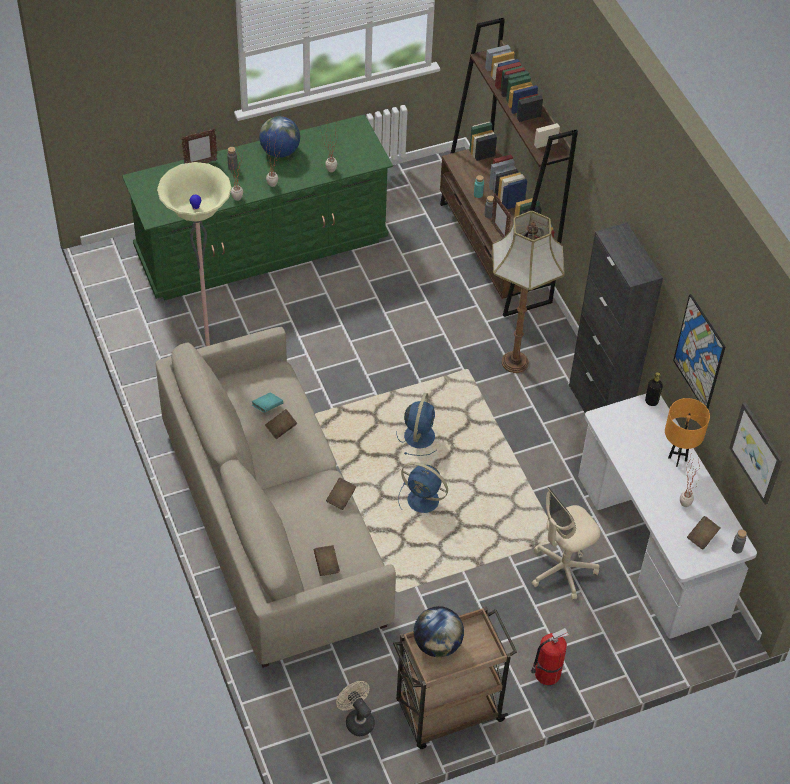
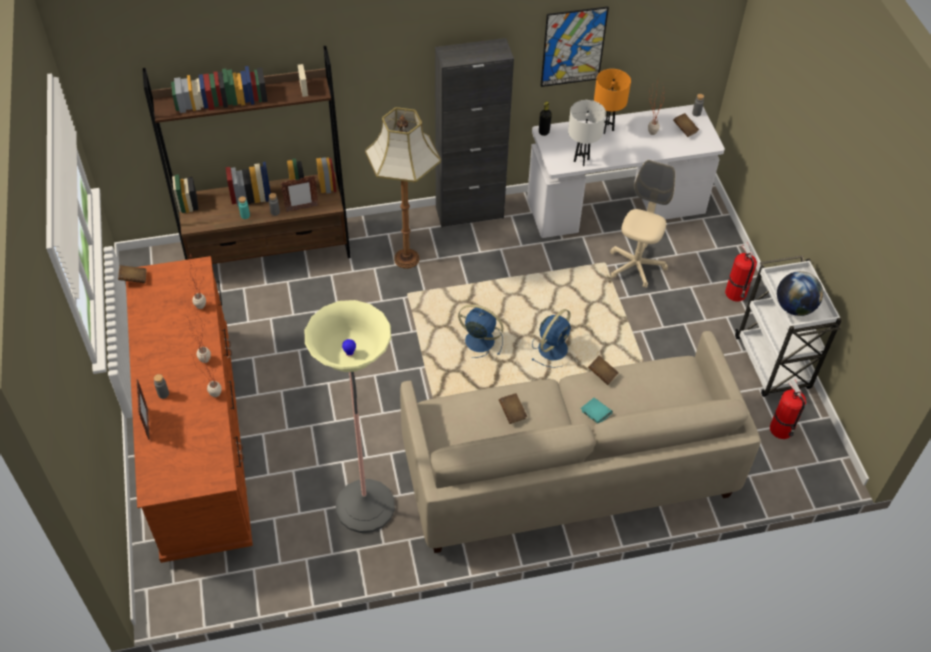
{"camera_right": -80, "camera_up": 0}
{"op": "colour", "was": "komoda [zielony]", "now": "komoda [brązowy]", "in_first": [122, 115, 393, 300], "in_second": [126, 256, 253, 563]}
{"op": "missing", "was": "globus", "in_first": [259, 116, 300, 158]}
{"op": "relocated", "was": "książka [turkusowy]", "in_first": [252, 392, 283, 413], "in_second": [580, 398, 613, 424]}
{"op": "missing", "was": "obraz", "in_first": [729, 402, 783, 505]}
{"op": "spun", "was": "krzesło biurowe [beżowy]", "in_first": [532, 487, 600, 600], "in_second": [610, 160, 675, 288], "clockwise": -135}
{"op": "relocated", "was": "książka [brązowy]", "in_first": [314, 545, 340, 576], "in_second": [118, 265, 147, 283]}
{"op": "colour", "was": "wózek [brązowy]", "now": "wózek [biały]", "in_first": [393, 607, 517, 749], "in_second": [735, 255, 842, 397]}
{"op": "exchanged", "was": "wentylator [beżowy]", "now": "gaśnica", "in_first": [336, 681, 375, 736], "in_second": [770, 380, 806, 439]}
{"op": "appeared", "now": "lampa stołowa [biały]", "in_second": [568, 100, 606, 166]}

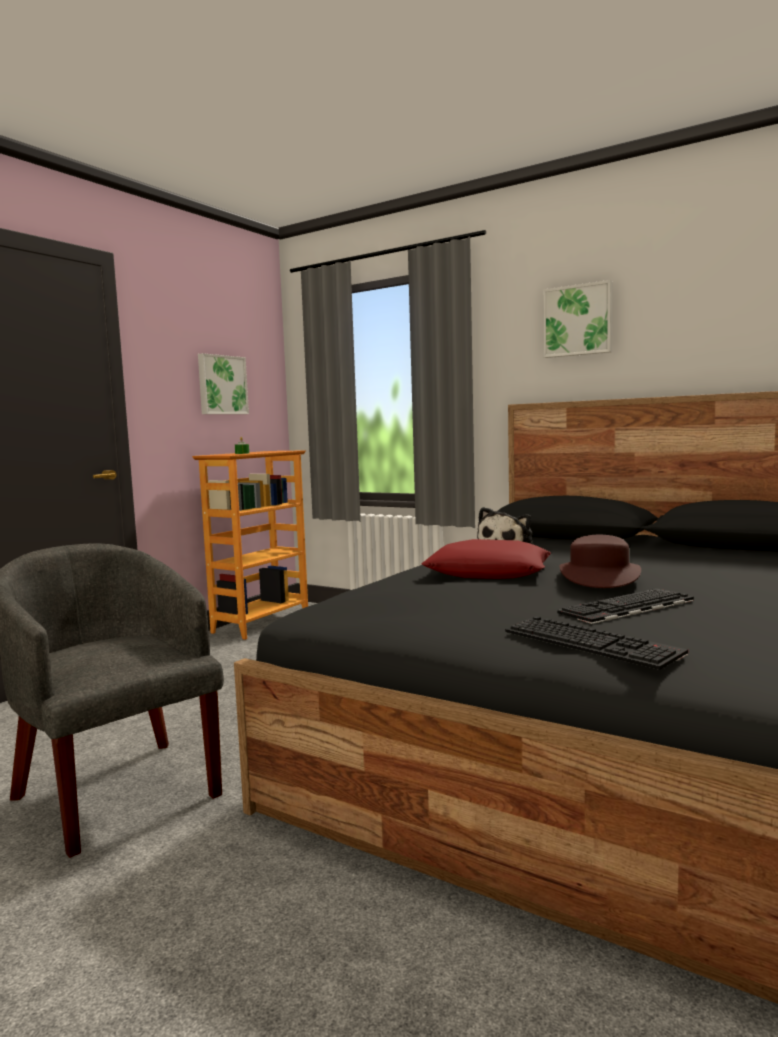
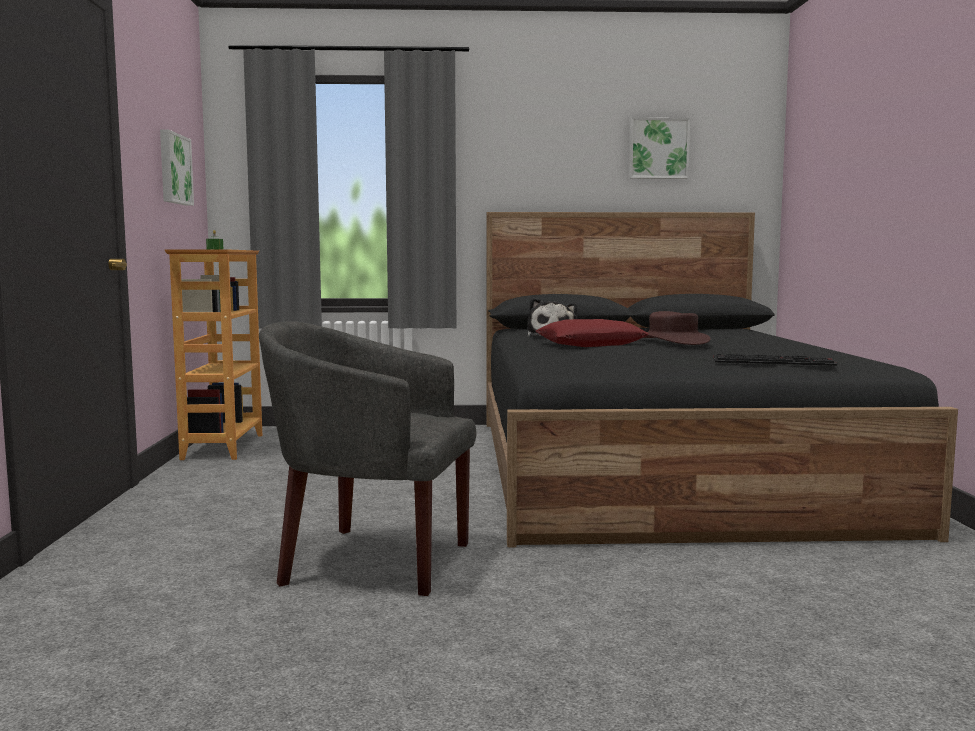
{"camera_right": -35, "camera_up": 0}
{"op": "relocated", "was": "obraz", "in_first": [543, 280, 613, 358], "in_second": [629, 117, 690, 179]}
{"op": "missing", "was": "klawiatura", "in_first": [557, 589, 694, 624]}

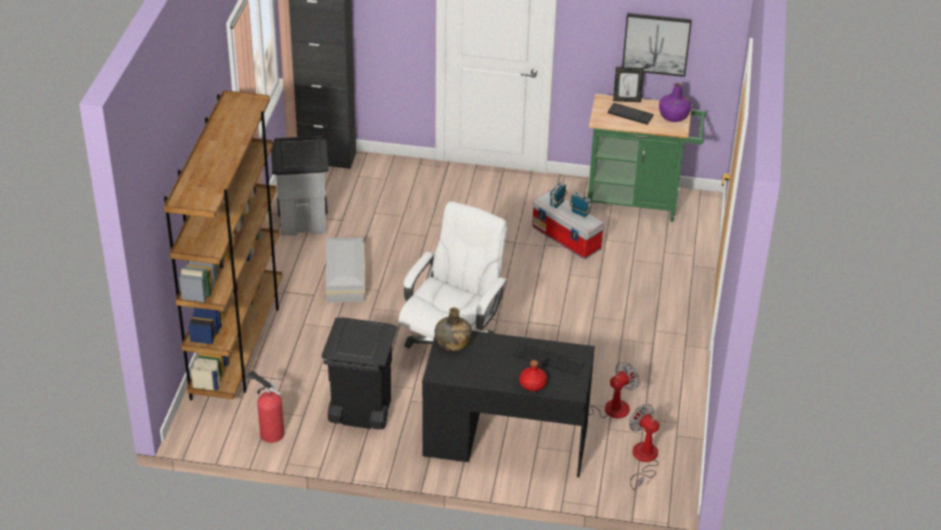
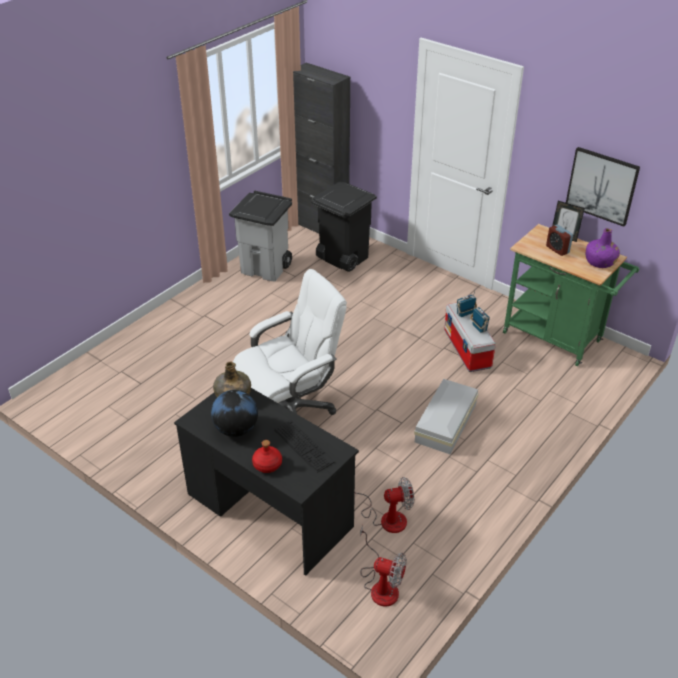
{"camera_right": 30, "camera_up": 0}
{"op": "missing", "was": "regał [brązowy]", "in_first": [163, 90, 283, 400]}
{"op": "exchanged", "was": "klawiatura", "now": "budzik", "in_first": [607, 103, 654, 125], "in_second": [546, 225, 573, 256]}
{"op": "relocated", "was": "pojemnik do przechowywania [biały]", "in_first": [326, 237, 365, 303], "in_second": [414, 379, 479, 454]}
{"op": "relocated", "was": "kosz na śmieci [czarny]", "in_first": [321, 317, 397, 429], "in_second": [311, 181, 377, 272]}
{"op": "missing", "was": "gaśnica", "in_first": [246, 370, 284, 443]}
{"op": "spun", "was": "wentylator", "in_first": [629, 404, 659, 491], "in_second": [360, 525, 407, 607], "clockwise": 120}
{"op": "appeared", "now": "globus", "in_second": [211, 390, 258, 437]}

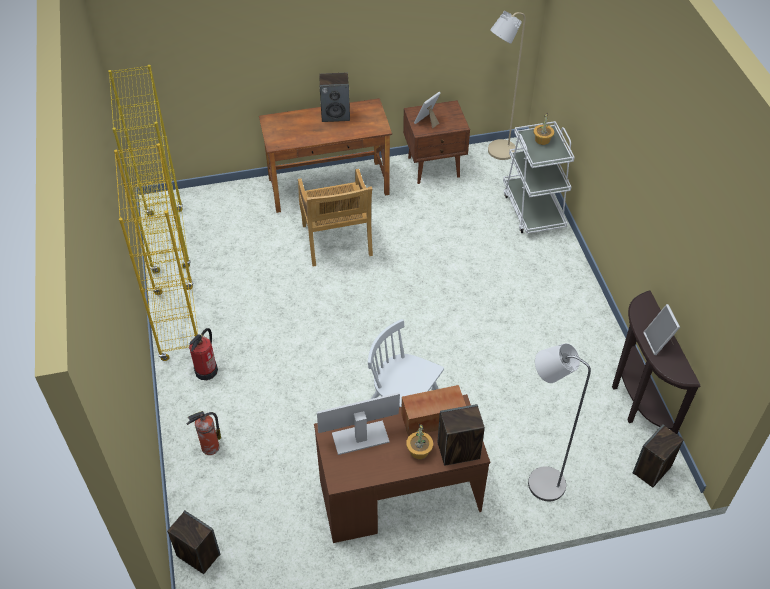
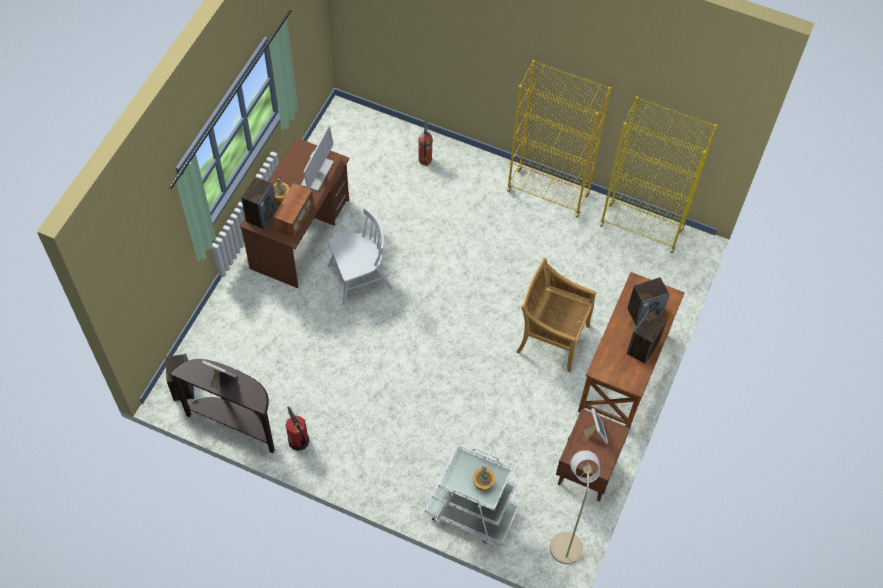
{"camera_right": 125, "camera_up": 10}
{"op": "relocated", "was": "gaśnica", "in_first": [189, 328, 218, 380], "in_second": [286, 406, 309, 451]}
{"op": "missing", "was": "lampa stojąca [szary]", "in_first": [528, 343, 591, 501]}
{"op": "relocated", "was": "głośnik", "in_first": [167, 510, 220, 574], "in_second": [627, 277, 670, 325]}

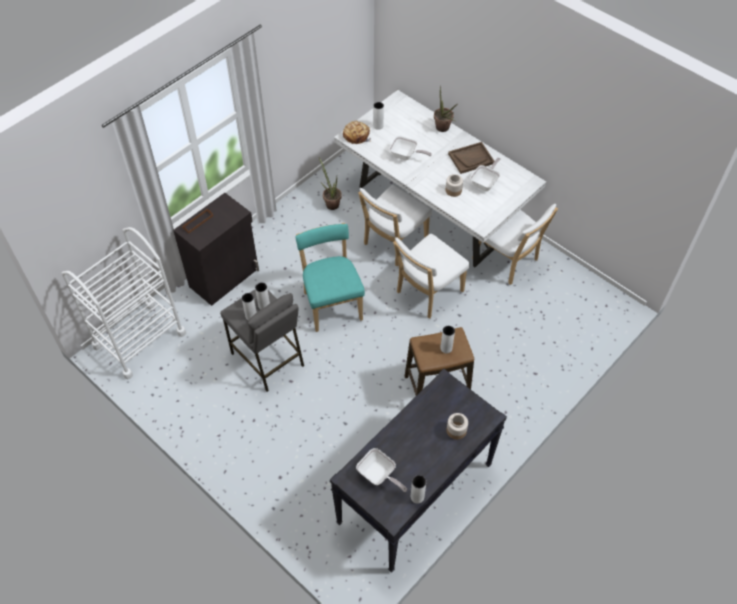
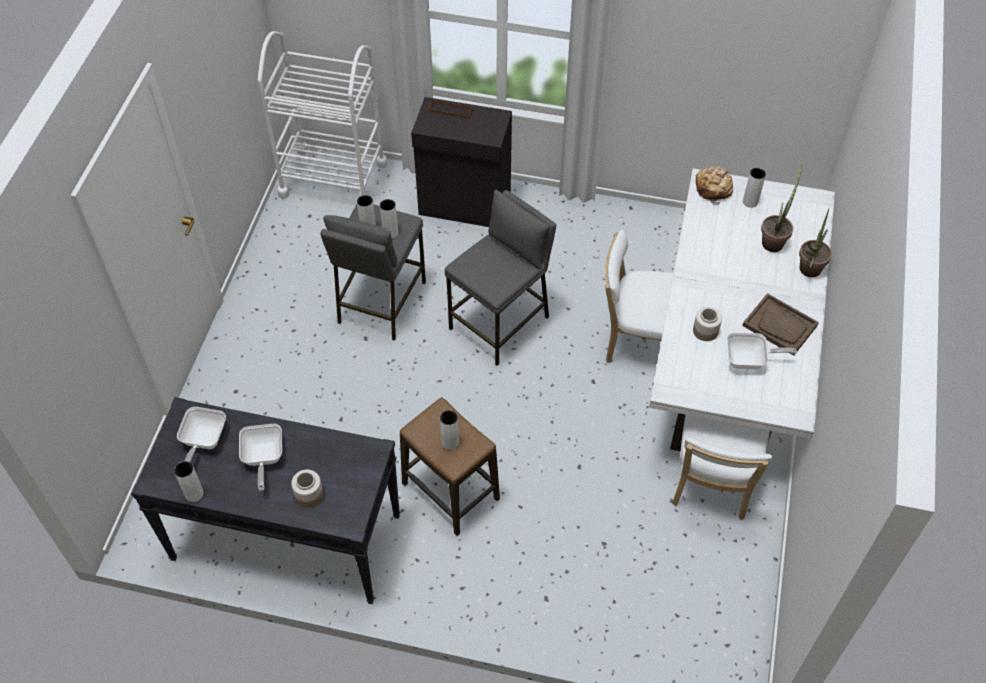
{"camera_right": 60, "camera_up": 0}
{"op": "relocated", "was": "patelnia", "in_first": [389, 136, 432, 160], "in_second": [239, 424, 282, 491]}
{"op": "relocated", "was": "roślina doniczkowa", "in_first": [319, 158, 342, 210], "in_second": [761, 165, 802, 252]}
{"op": "exchanged", "was": "krzesło [turkusowy]", "now": "stołek [szary]", "in_first": [295, 223, 365, 332], "in_second": [445, 190, 556, 366]}
{"op": "missing", "was": "krzesło [biały]", "in_first": [393, 234, 470, 318]}

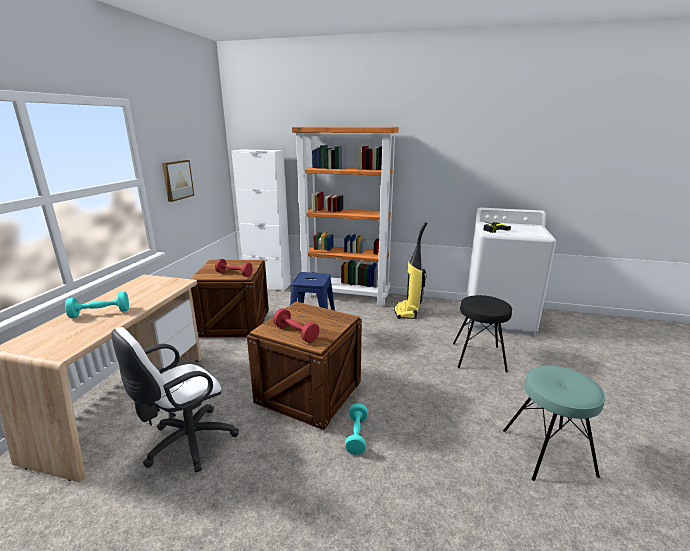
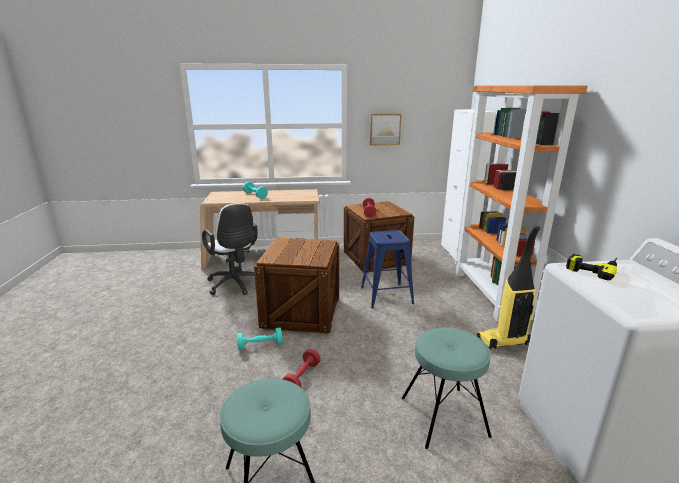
{"camera_right": 70, "camera_up": 0}
{"op": "colour", "was": "stołek [czarny]", "now": "stołek [turkusowy]", "in_first": [453, 295, 512, 372], "in_second": [402, 327, 492, 449]}
{"op": "relocated", "was": "hantel [czerwony]", "in_first": [273, 308, 320, 343], "in_second": [283, 349, 321, 387]}
{"op": "spun", "was": "krzesło biurowe [biały]", "in_first": [111, 327, 239, 473], "in_second": [202, 203, 257, 295], "clockwise": -150}

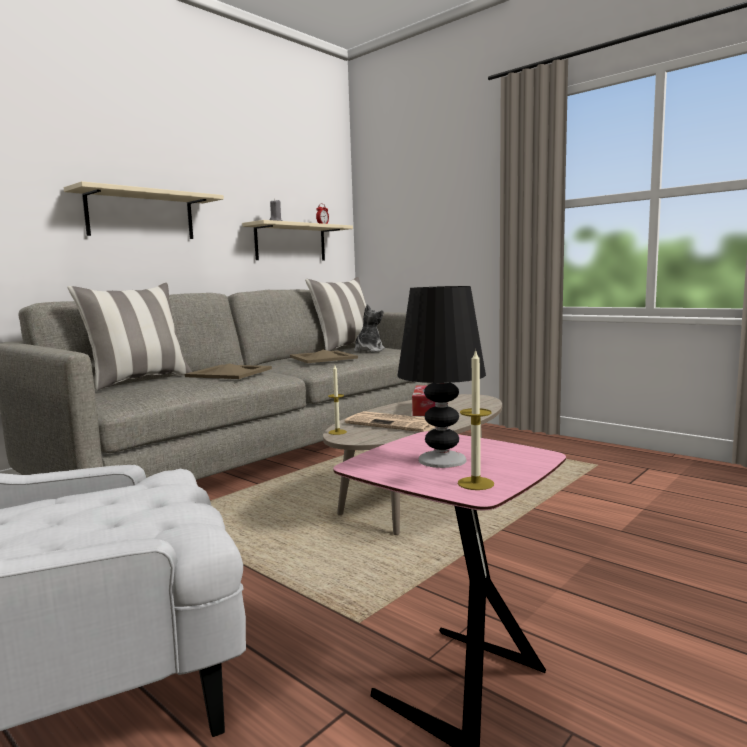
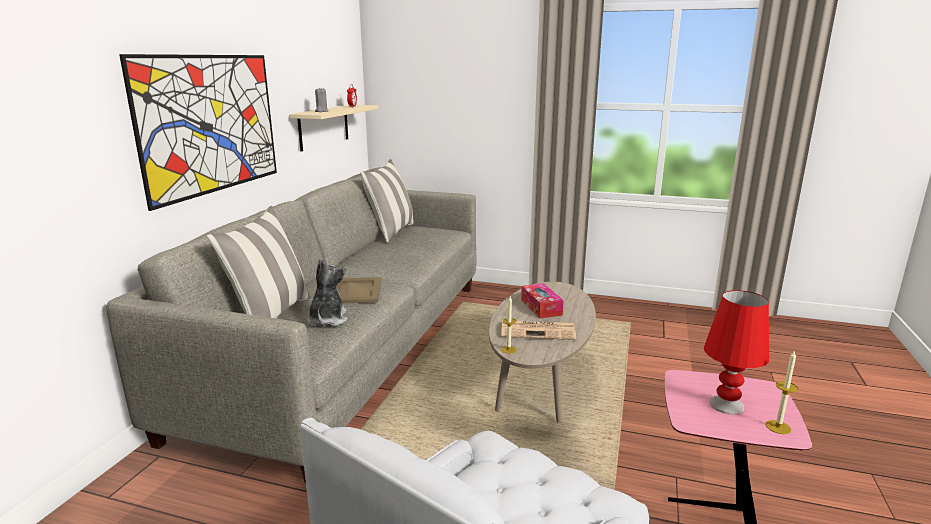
{"camera_right": -25, "camera_up": 10}
{"op": "exchanged", "was": "półka [beżowy]", "now": "obraz", "in_first": [64, 181, 224, 239], "in_second": [119, 54, 277, 211]}
{"op": "colour", "was": "lampa stołowa [czarny]", "now": "lampa stołowa [czerwony]", "in_first": [397, 286, 486, 468], "in_second": [704, 290, 769, 415]}
{"op": "relocated", "was": "pluszak", "in_first": [354, 304, 385, 352], "in_second": [307, 258, 348, 326]}
{"op": "missing", "was": "taca [beżowy]", "in_first": [290, 350, 358, 363]}

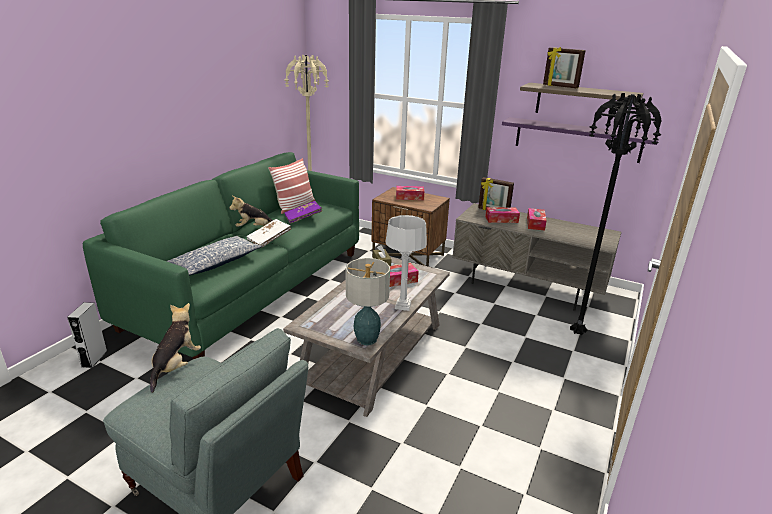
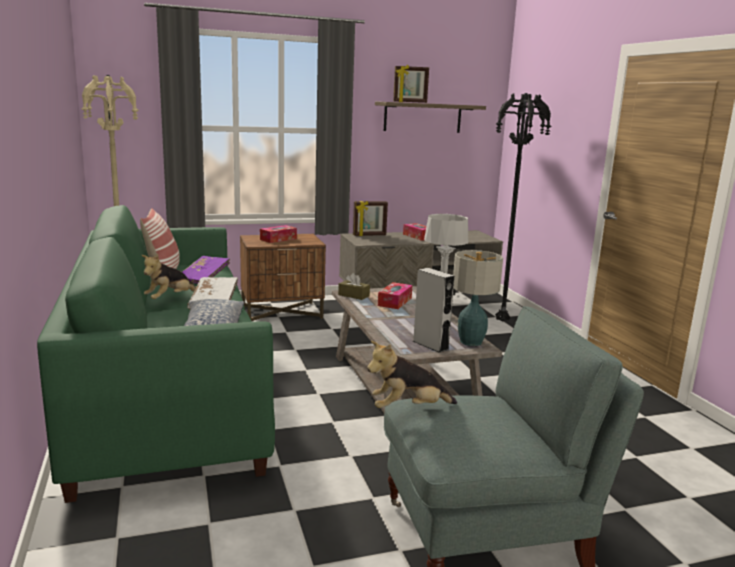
{"camera_right": -45, "camera_up": -10}
{"op": "missing", "was": "półka [fioletowy]", "in_first": [502, 117, 659, 163]}
{"op": "missing", "was": "pudełko chusteczek", "in_first": [485, 207, 520, 223]}
{"op": "relocated", "was": "głośnik [szary]", "in_first": [67, 302, 107, 368], "in_second": [413, 268, 454, 353]}
{"op": "spun", "was": "pluszak", "in_first": [150, 303, 201, 393], "in_second": [367, 341, 457, 408], "clockwise": -75}

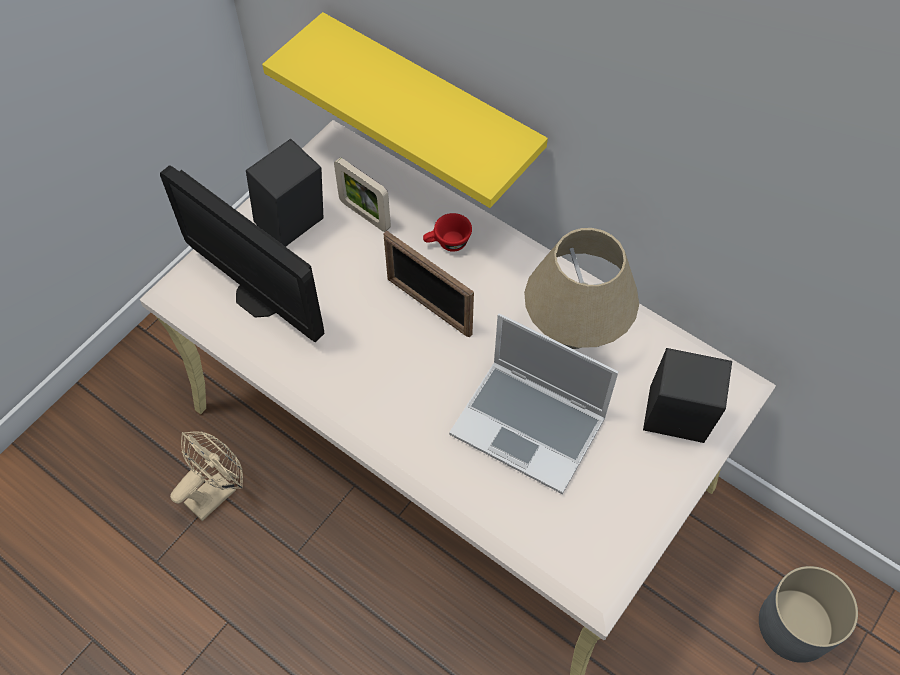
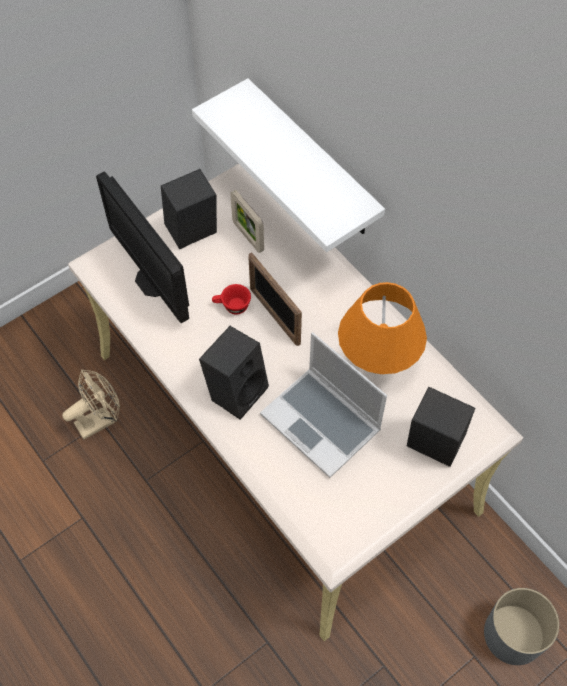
{"camera_right": 15, "camera_up": 0}
{"op": "colour", "was": "półka [żółty]", "now": "półka [biały]", "in_first": [262, 12, 548, 208], "in_second": [192, 78, 385, 252]}
{"op": "relocated", "was": "filiżanka [czerwony]", "in_first": [423, 213, 472, 252], "in_second": [212, 284, 251, 315]}
{"op": "colour", "was": "lampa stołowa [beżowy]", "now": "lampa stołowa [pomarańczowy]", "in_first": [524, 228, 639, 349], "in_second": [338, 282, 427, 374]}
{"op": "appeared", "now": "głośnik [czarny]", "in_second": [199, 326, 269, 420]}

